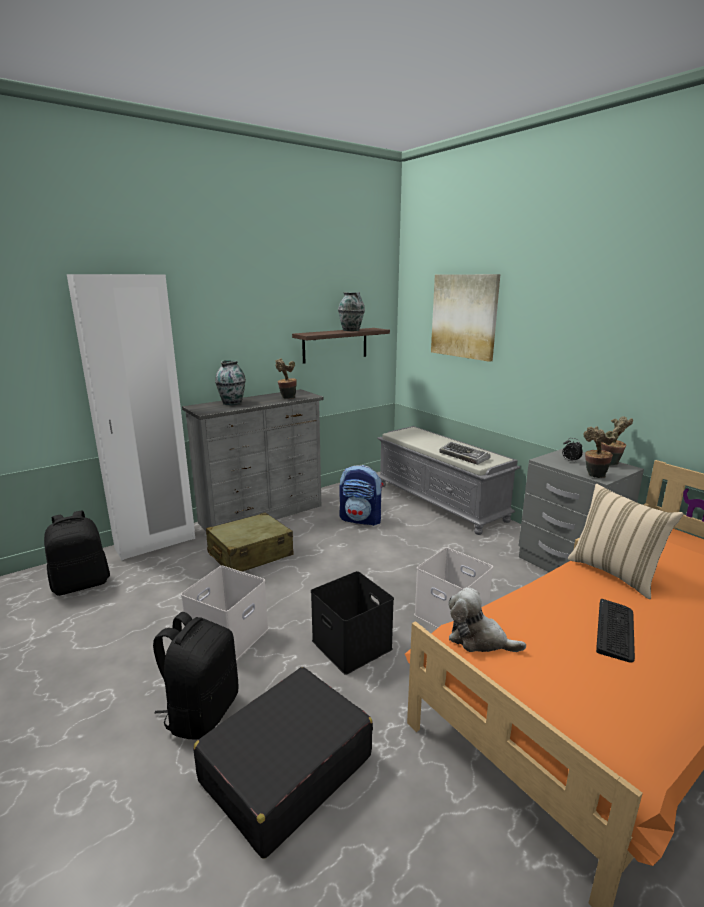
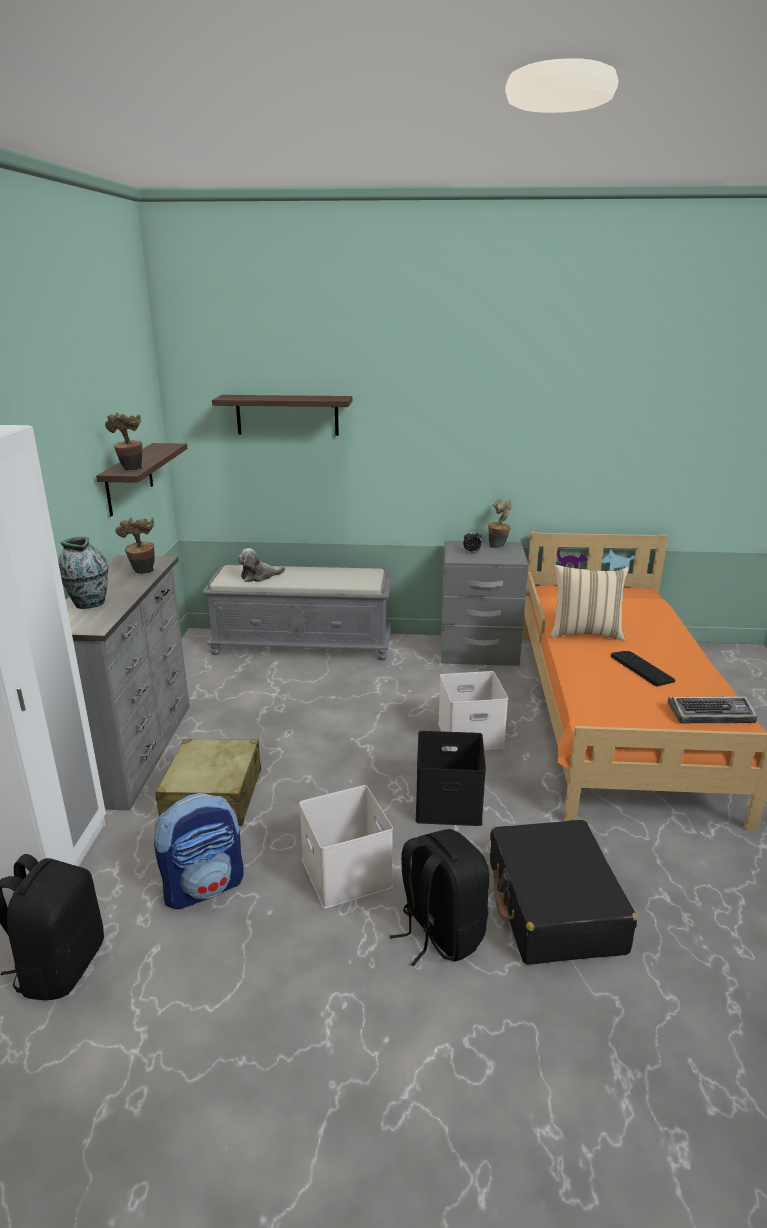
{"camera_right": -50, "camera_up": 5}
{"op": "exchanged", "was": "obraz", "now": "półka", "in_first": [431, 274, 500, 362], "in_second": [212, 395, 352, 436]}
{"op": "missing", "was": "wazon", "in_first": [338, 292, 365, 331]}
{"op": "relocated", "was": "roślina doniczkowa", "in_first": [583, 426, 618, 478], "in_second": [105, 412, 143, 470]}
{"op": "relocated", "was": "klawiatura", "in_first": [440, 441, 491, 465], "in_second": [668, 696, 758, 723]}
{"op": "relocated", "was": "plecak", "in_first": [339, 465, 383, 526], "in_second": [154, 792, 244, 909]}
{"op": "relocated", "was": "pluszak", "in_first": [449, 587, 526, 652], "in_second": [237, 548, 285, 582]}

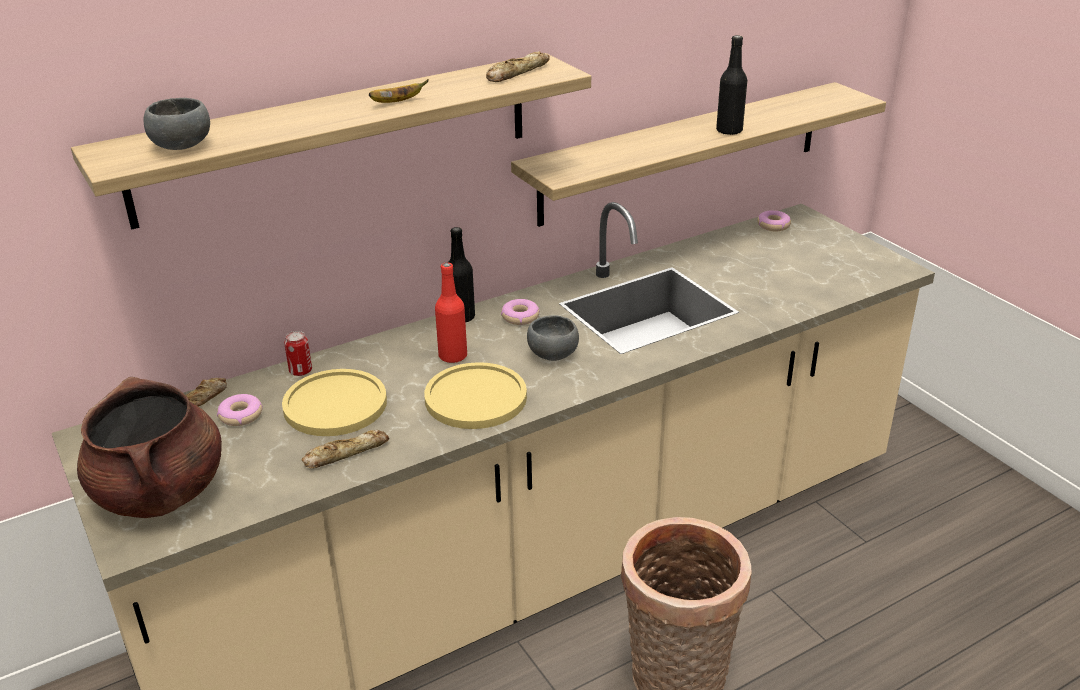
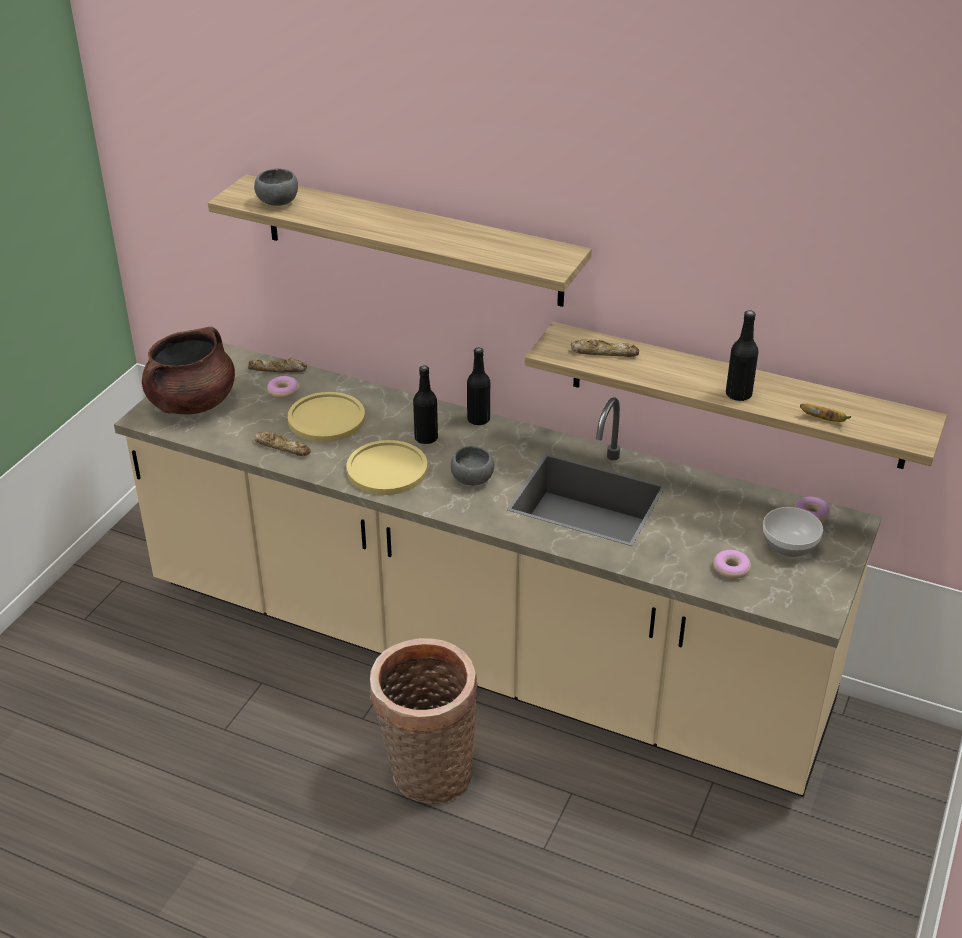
{"camera_right": 55, "camera_up": 5}
{"op": "relocated", "was": "chleb", "in_first": [486, 51, 550, 82], "in_second": [571, 339, 639, 357]}
{"op": "relocated", "was": "banan", "in_first": [369, 79, 429, 103], "in_second": [800, 403, 851, 422]}
{"op": "colour", "was": "butelka [czerwony]", "now": "butelka [czarny]", "in_first": [435, 262, 467, 363], "in_second": [413, 365, 438, 444]}
{"op": "relocated", "was": "donut", "in_first": [501, 299, 540, 325], "in_second": [713, 550, 751, 579]}
{"op": "missing", "was": "puszka", "in_first": [284, 331, 312, 376]}
{"op": "appeared", "now": "miska", "in_second": [763, 507, 823, 557]}

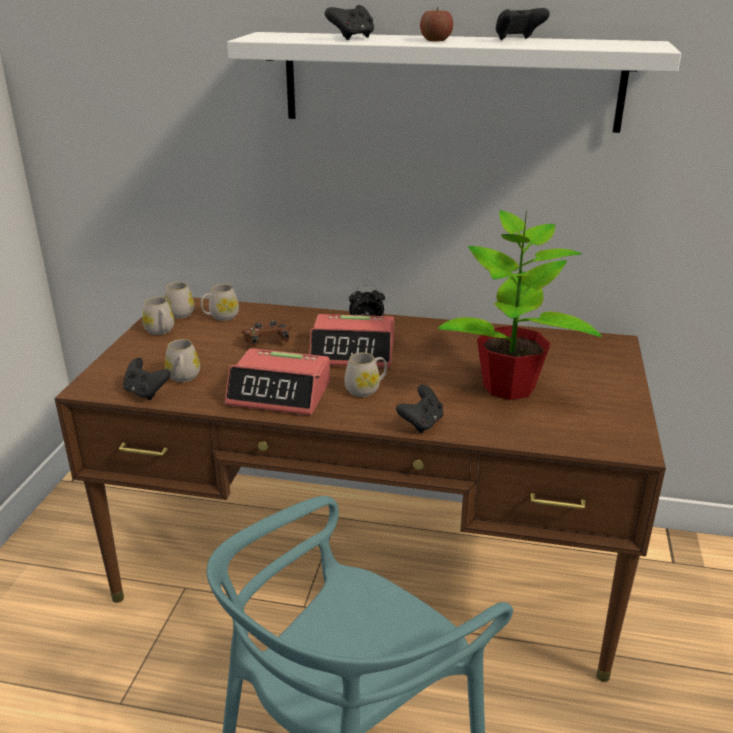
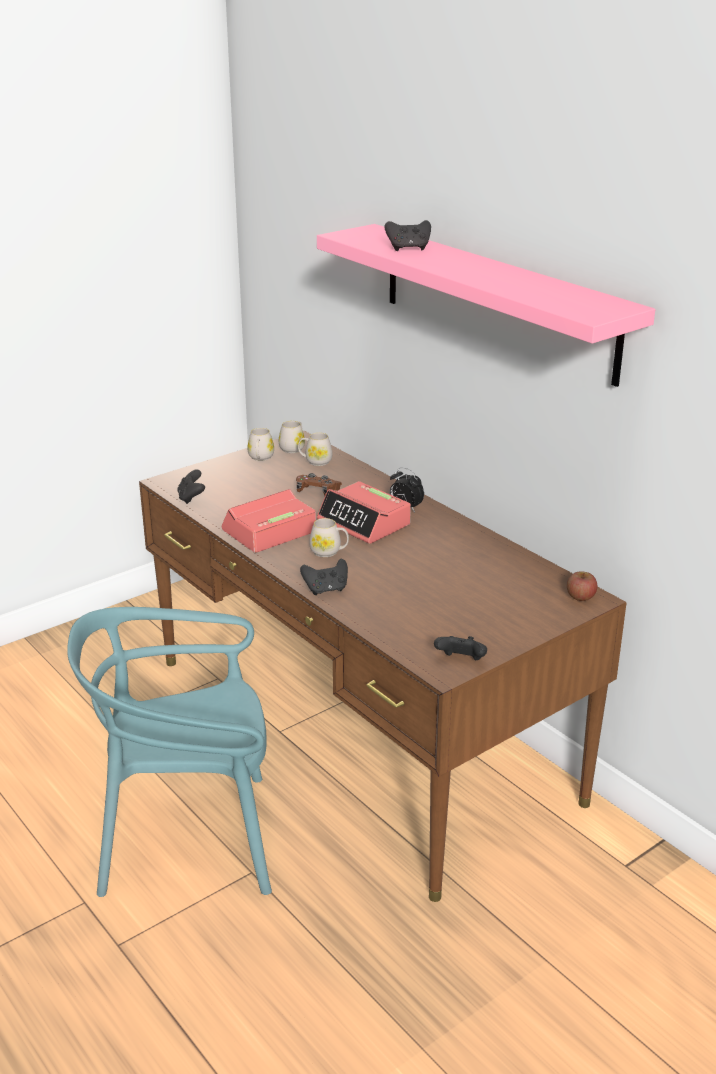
{"camera_right": 40, "camera_up": 0}
{"op": "relocated", "was": "jabłko", "in_first": [420, 7, 453, 41], "in_second": [567, 571, 597, 601]}
{"op": "relocated", "was": "pad do gier [czarny]", "in_first": [496, 8, 550, 40], "in_second": [434, 636, 487, 660]}
{"op": "colour", "was": "półka [biały]", "now": "półka [różowy]", "in_first": [227, 32, 681, 133], "in_second": [317, 224, 655, 387]}
{"op": "missing", "was": "roślina doniczkowa", "in_first": [438, 210, 602, 400]}
{"op": "missing", "was": "kubek [biały]", "in_first": [165, 339, 200, 382]}
{"op": "spun", "was": "budzik", "in_first": [225, 348, 330, 415], "in_second": [222, 489, 316, 553], "clockwise": 90}

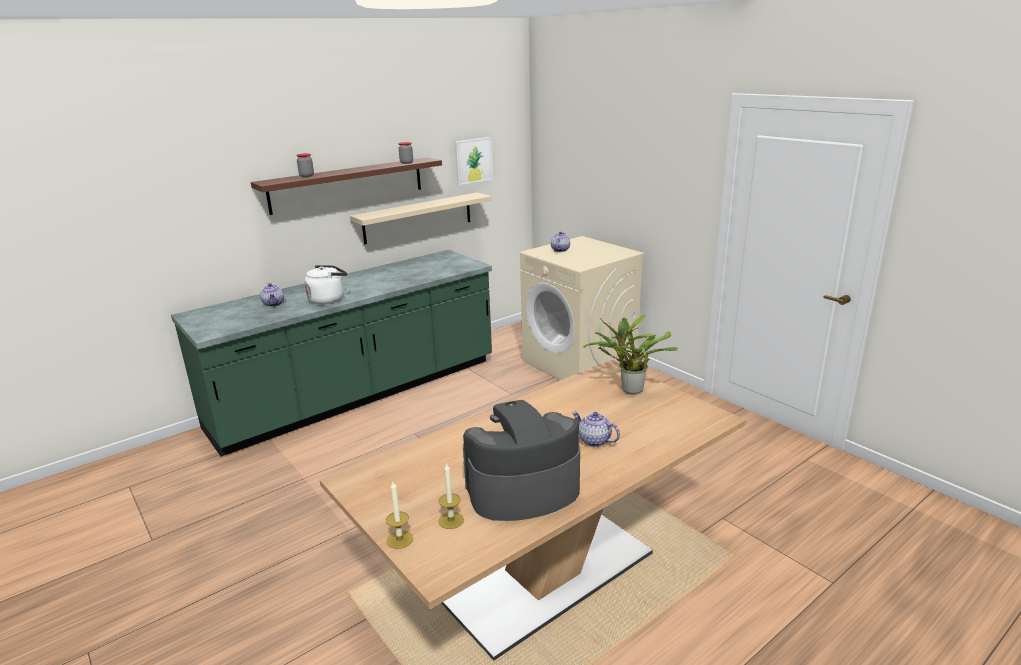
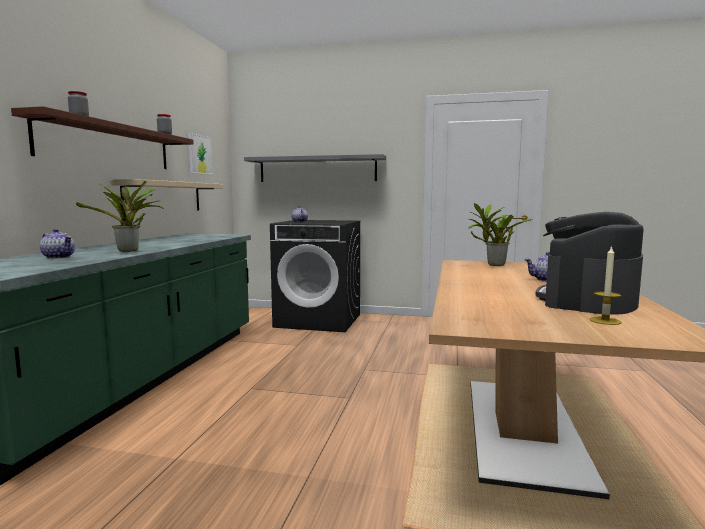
{"camera_right": -40, "camera_up": -15}
{"op": "colour", "was": "pralka [beżowy]", "now": "pralka [czarny]", "in_first": [520, 236, 645, 380], "in_second": [270, 220, 361, 332]}
{"op": "exchanged", "was": "czajnik [biały]", "now": "roślina doniczkowa", "in_first": [305, 265, 347, 304], "in_second": [76, 181, 164, 252]}
{"op": "missing", "was": "świeca", "in_first": [386, 482, 413, 549]}
{"op": "appeared", "now": "półka [szary]", "in_second": [244, 154, 386, 182]}

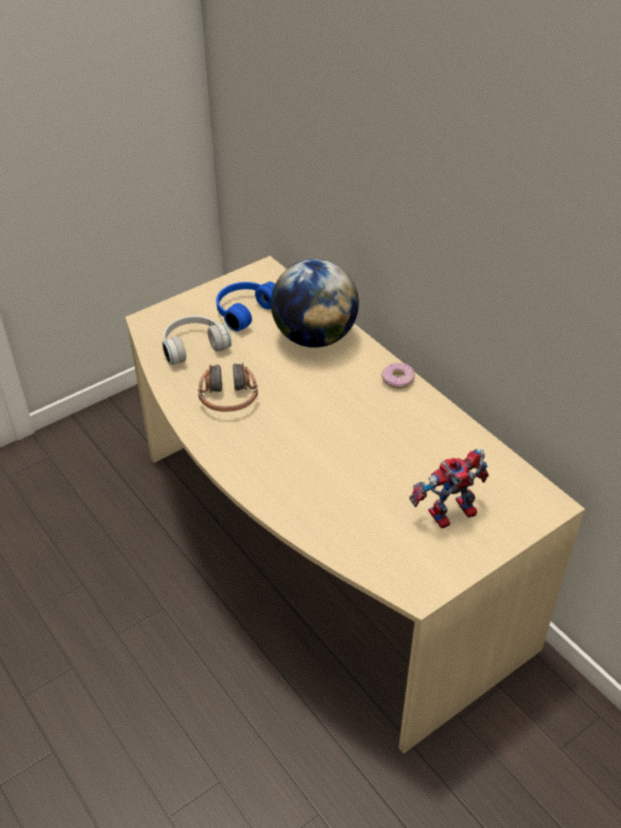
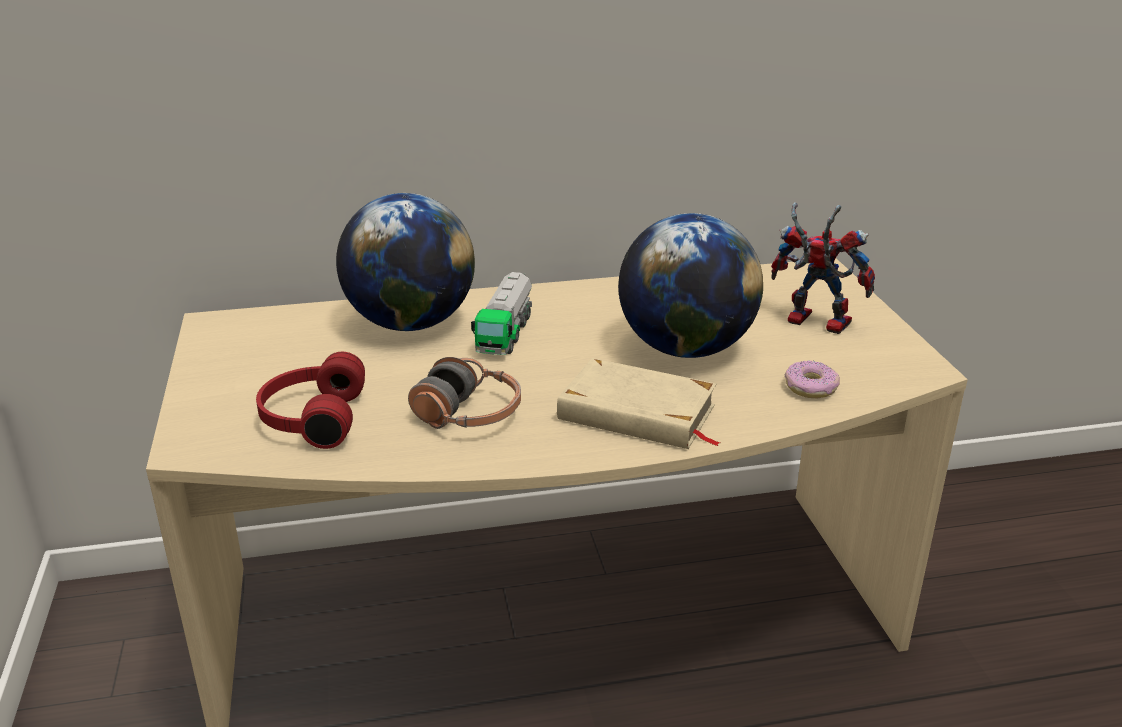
{"camera_right": -65, "camera_up": -15}
{"op": "missing", "was": "słuchawki [niebieski]", "in_first": [216, 282, 275, 332]}
{"op": "colour", "was": "słuchawki [biały]", "now": "słuchawki [czerwony]", "in_first": [162, 316, 232, 365], "in_second": [256, 352, 365, 449]}
{"op": "relocated", "was": "donut", "in_first": [381, 363, 415, 389], "in_second": [785, 361, 840, 398]}
{"op": "spun", "was": "robot zabawkowy", "in_first": [409, 448, 489, 528], "in_second": [771, 202, 875, 334], "clockwise": 120}
{"op": "appeared", "now": "globus", "in_second": [618, 213, 763, 358]}
{"op": "appeared", "now": "ciężarówka zabawkowa", "in_second": [471, 272, 532, 355]}
{"op": "appeared", "now": "książka [beżowy]", "in_second": [557, 358, 720, 449]}

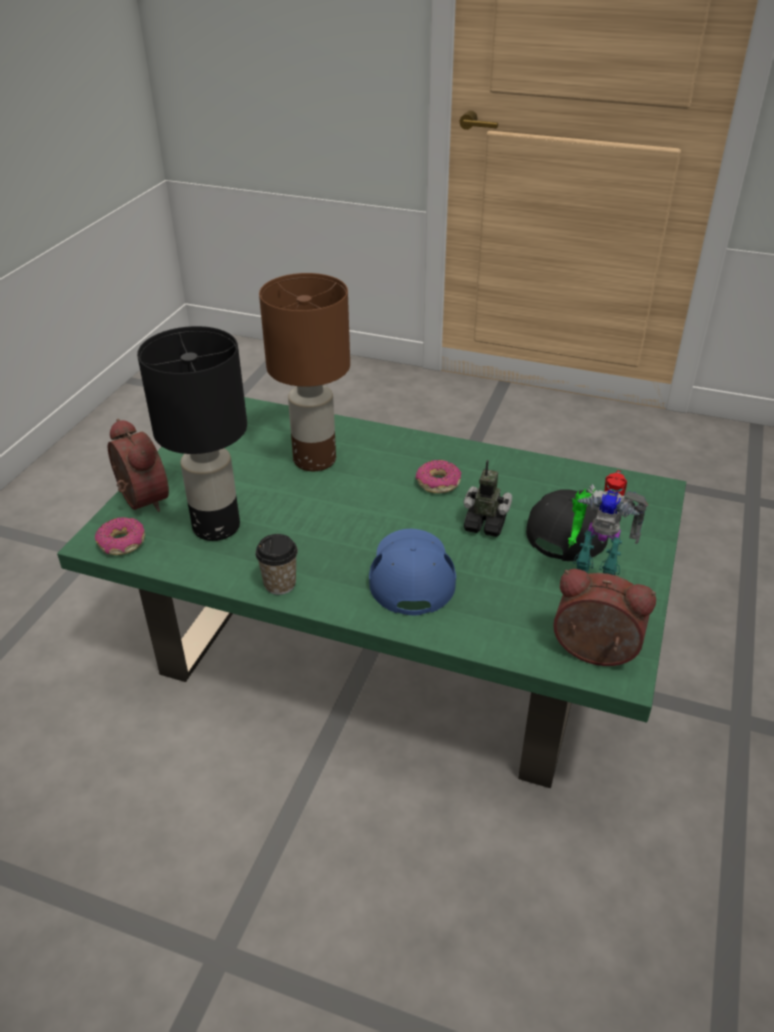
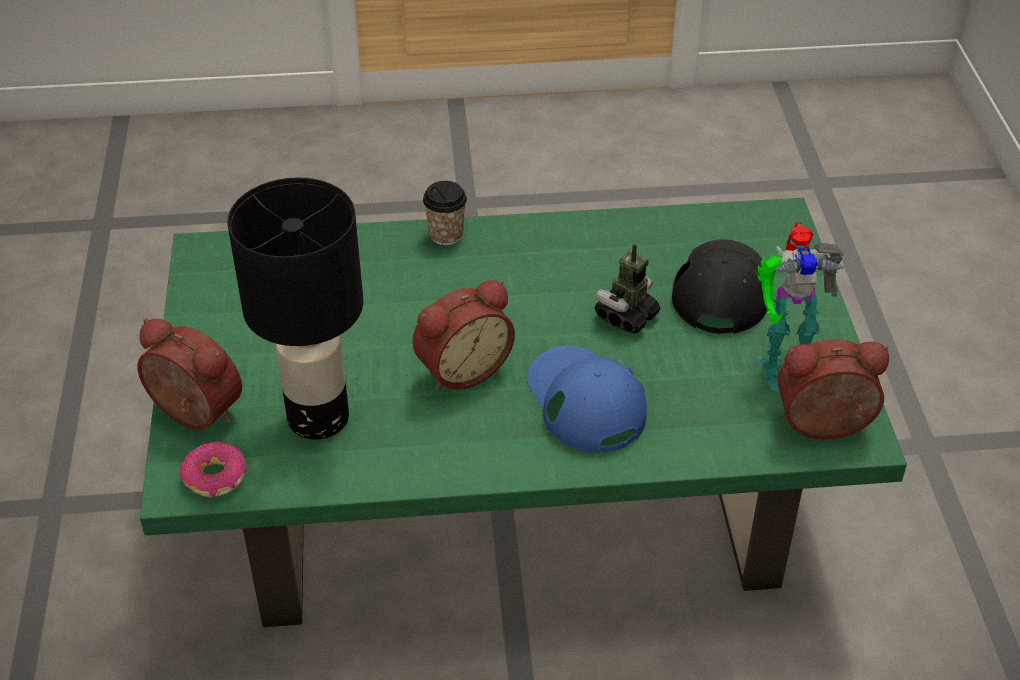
{"camera_right": -25, "camera_up": 5}
{"op": "missing", "was": "lampa stołowa [brązowy]", "in_first": [259, 273, 350, 471]}
{"op": "missing", "was": "donut", "in_first": [416, 460, 462, 493]}
{"op": "spun", "was": "robot zabawkowy", "in_first": [463, 460, 512, 537], "in_second": [595, 244, 661, 333], "clockwise": -45}
{"op": "relocated", "was": "filiżanka", "in_first": [255, 534, 298, 595], "in_second": [423, 181, 467, 245]}
{"op": "appeared", "now": "budzik", "in_second": [412, 280, 515, 391]}

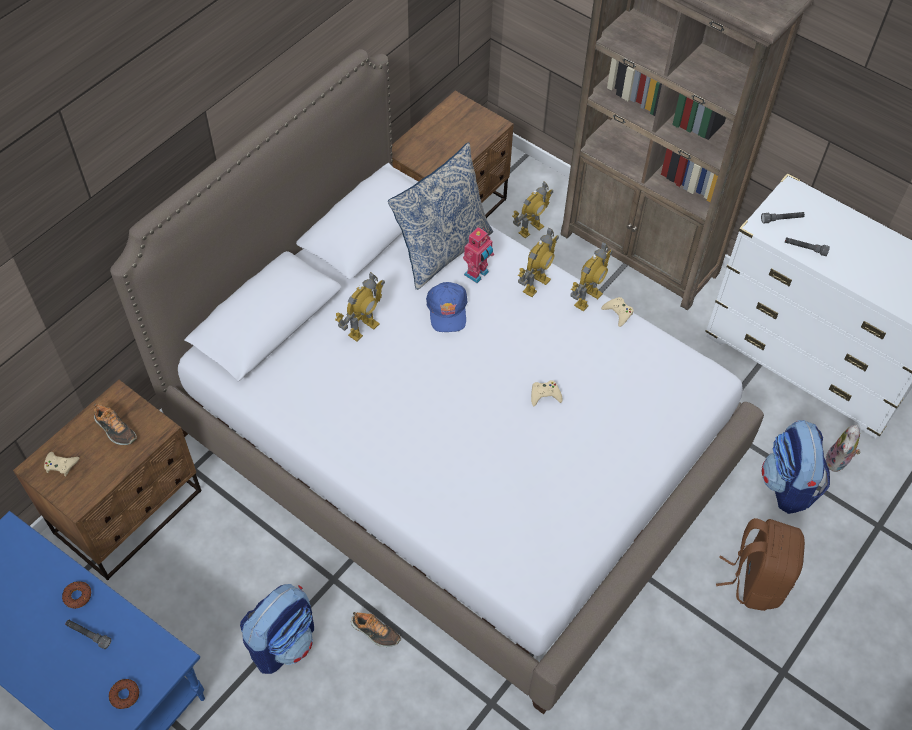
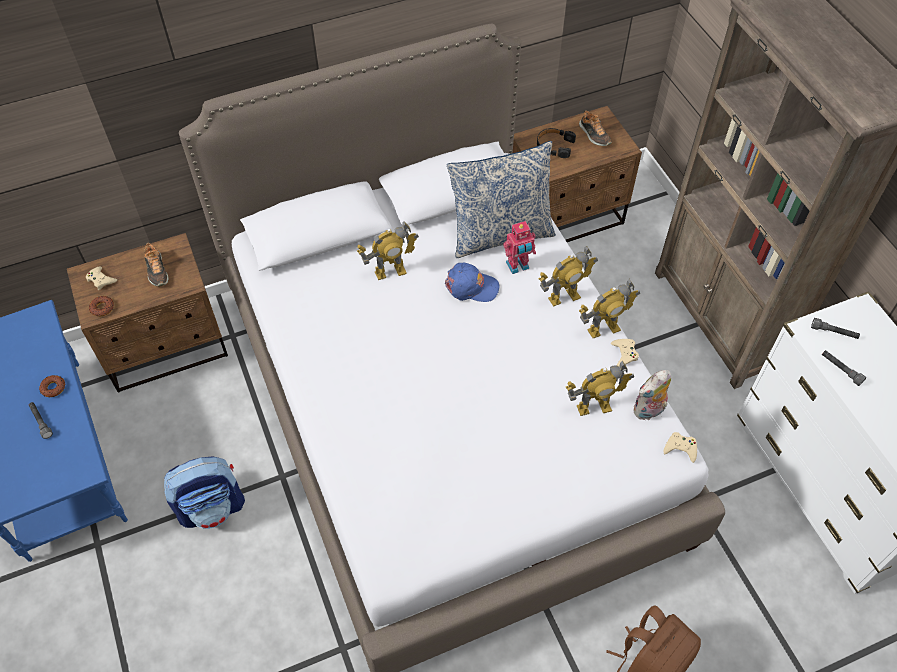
{"camera_right": 30, "camera_up": 0}
{"op": "relocated", "was": "robot zabawkowy", "in_first": [512, 182, 553, 238], "in_second": [566, 361, 634, 416]}
{"op": "spun", "was": "czapka z daszkiem [niebieski]", "in_first": [426, 282, 468, 332], "in_second": [445, 263, 500, 302], "clockwise": -105}
{"op": "relocated", "was": "pad do gier [beżowy]", "in_first": [531, 380, 563, 406], "in_second": [663, 432, 697, 463]}
{"op": "missing", "was": "plecak", "in_first": [762, 420, 830, 514]}
{"op": "relocated", "was": "pluszak", "in_first": [825, 425, 861, 472], "in_second": [633, 370, 671, 420]}
{"op": "relocated", "was": "but", "in_first": [351, 612, 401, 647], "in_second": [579, 110, 612, 146]}
{"op": "relocated", "was": "donut", "in_first": [109, 679, 139, 709], "in_second": [89, 296, 114, 316]}
{"op": "appeared", "now": "słuchawki [czarny]", "in_second": [537, 128, 576, 158]}

